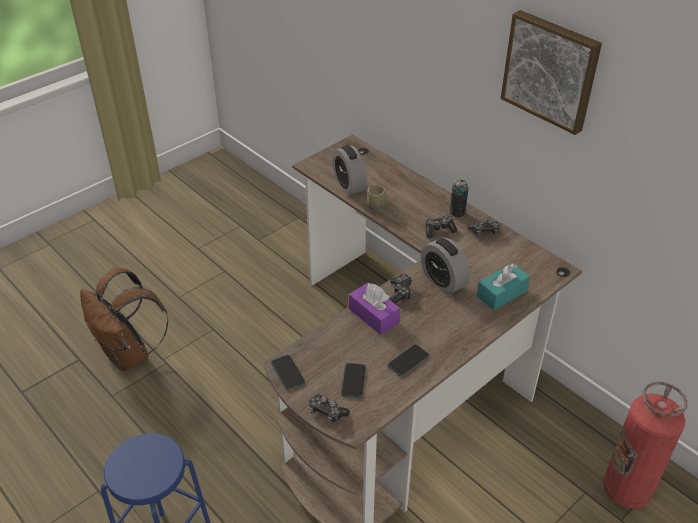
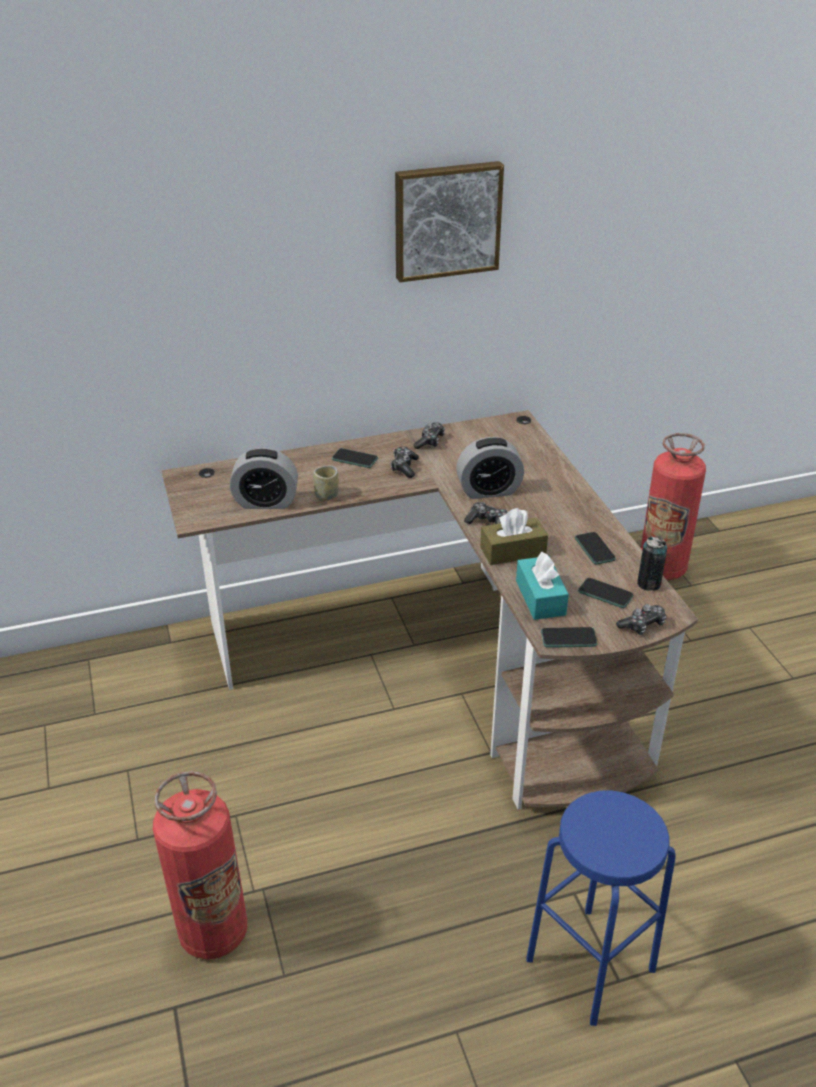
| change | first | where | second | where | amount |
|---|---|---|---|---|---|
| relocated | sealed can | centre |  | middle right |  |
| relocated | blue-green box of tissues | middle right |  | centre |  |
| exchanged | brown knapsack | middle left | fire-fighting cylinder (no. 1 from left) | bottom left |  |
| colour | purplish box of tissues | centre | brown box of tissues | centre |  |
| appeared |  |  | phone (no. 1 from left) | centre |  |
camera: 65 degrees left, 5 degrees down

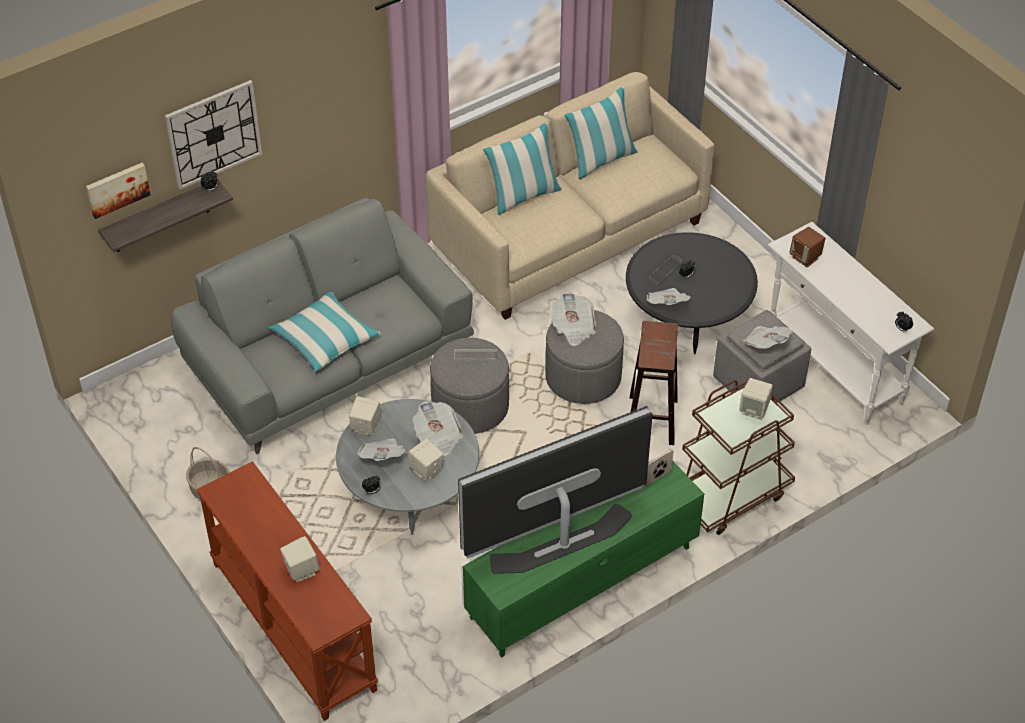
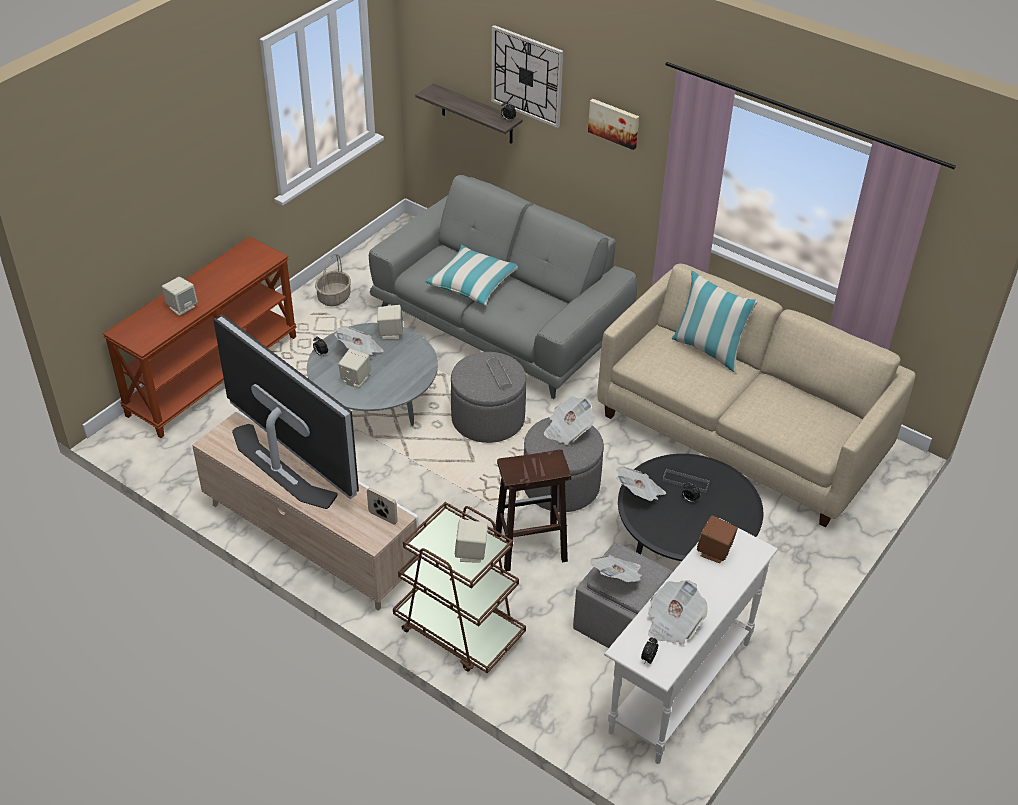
| change | first | where | second | where | amount |
|---|---|---|---|---|---|
| missing | pillow (no. 3 from left) | top centre |  |  |  |
| relocated | wall art | top left |  | top centre |  |
| relocated | printed paper (no. 2 from left in the first image) | centre | printed paper (no. 5 from left) | bottom centre |  |
| colour | greenish tv unit | bottom centre | beige-coloured tv unit | middle left |  |
camera: 70 degrees right, 5 degrees down

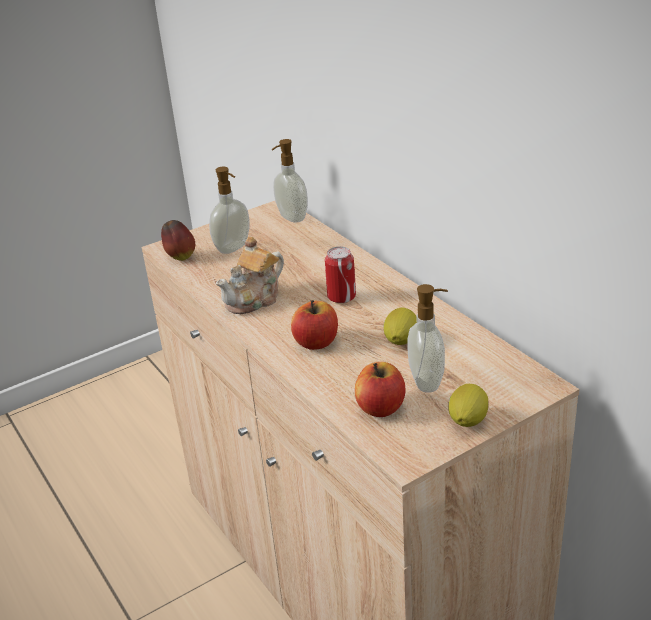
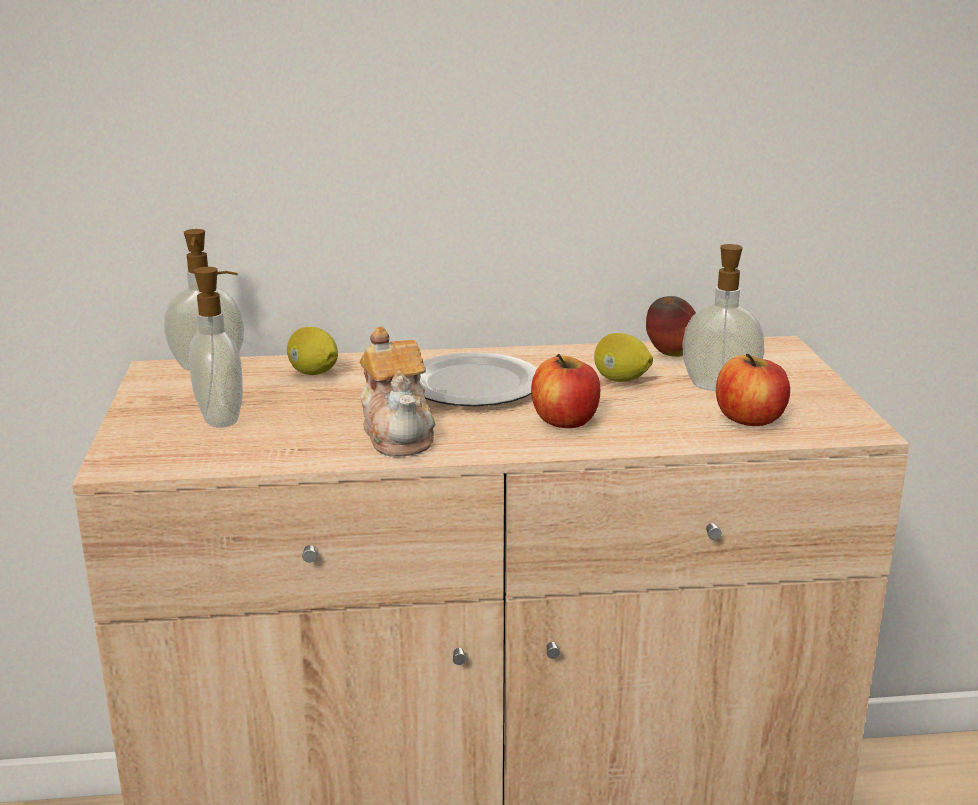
| change | first | where | second | where | amount |
|---|---|---|---|---|---|
| relocated | whole apple (no. 1 from left in the first image) | middle left | whole apple (no. 2 from left) | middle right |  |
| exchanged | sealed can | centre | flat dish | centre |  |
| relocated | lemon (no. 2 from left in the first image) | middle right | lemon (no. 1 from left) | middle left |  |
camera: 65 degrees left, 10 degrees down

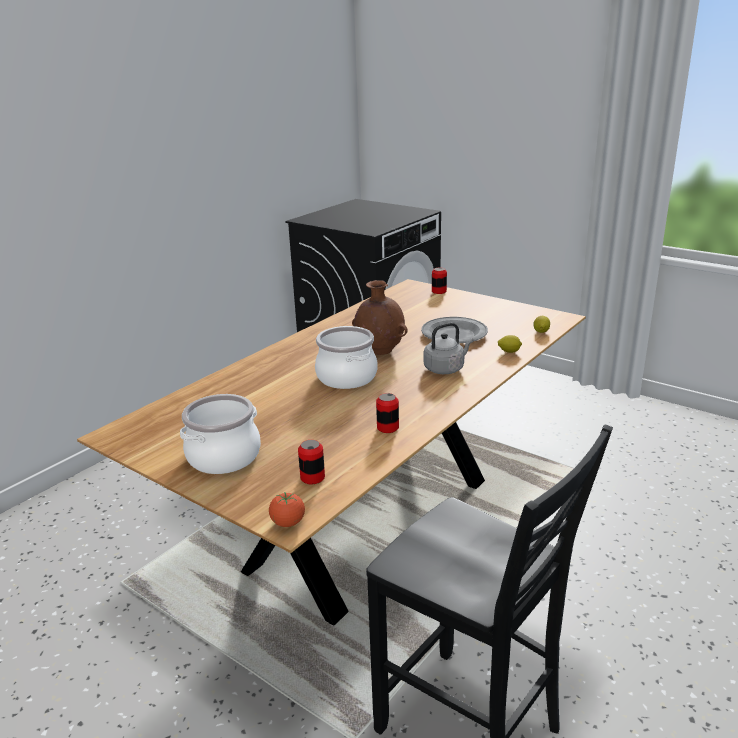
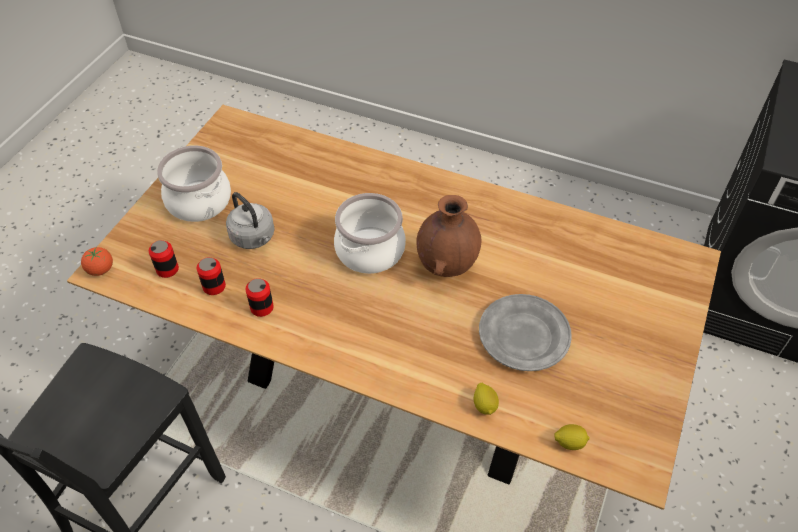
| change | first | where | second | where | amount |
|---|---|---|---|---|---|
| relocated | sealed can (no. 3 from left in the first image) | centre | sealed can (no. 2 from left) | middle left |  |
| relocated | grey water kettle | centre |  | middle left |  |
camera: 75 degrees right, 25 degrees up

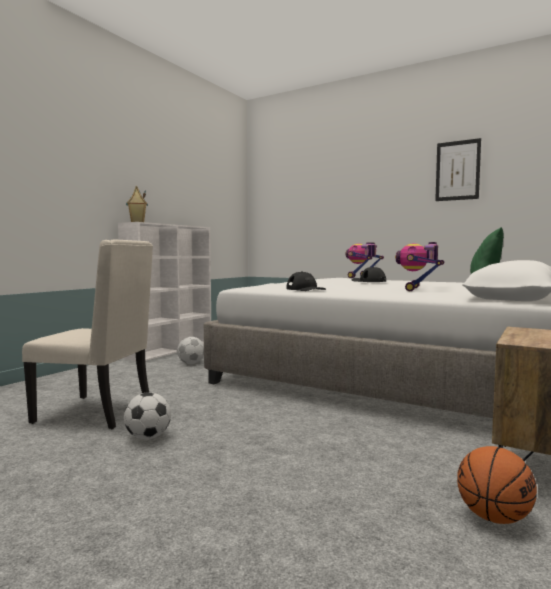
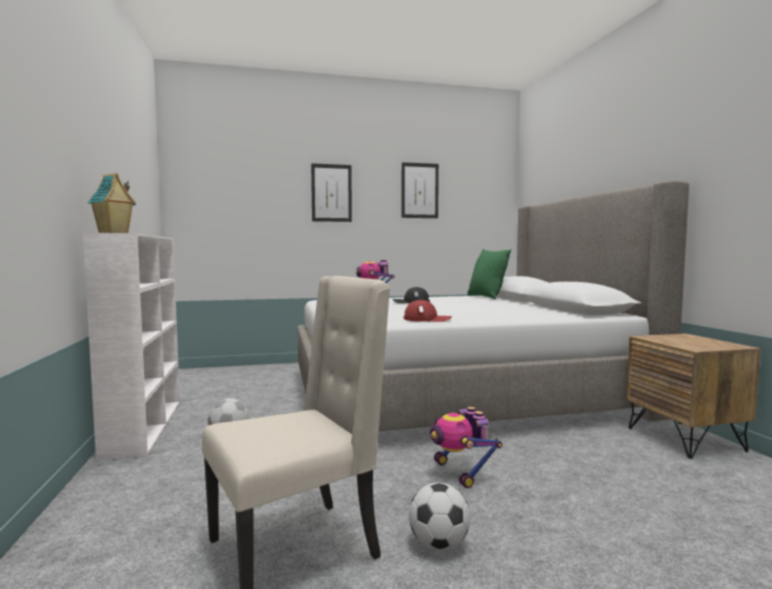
| change | first | where | second | where | amount |
|---|---|---|---|---|---|
| relocated | toy robot (no. 2 from left) | middle right |  | bottom centre |  |
| colour | black peaked cap (no. 1 from left) | centre | reddish peaked cap | centre |  |
| missing | ball for basketball | bottom right |  |  |  |
| appeared |  |  | wall art (no. 1 from left) | top centre |  |
camera: 45 degrees left, 0 degrees up

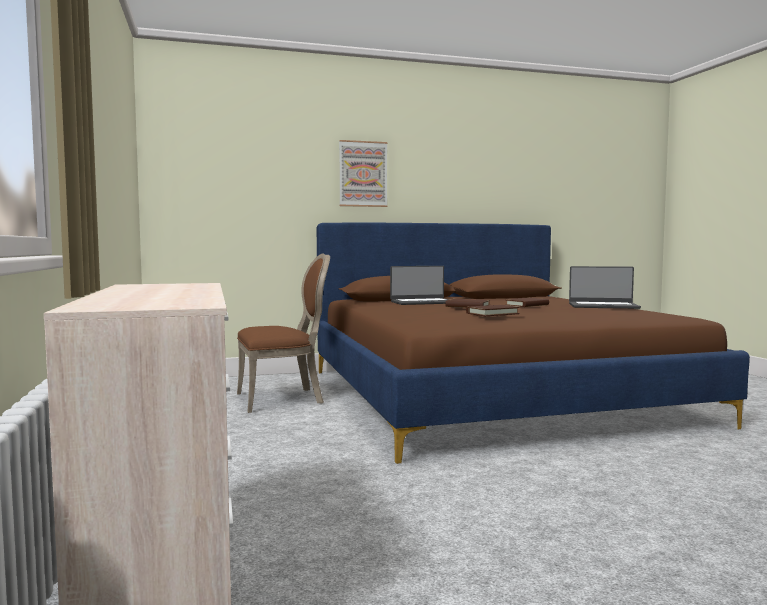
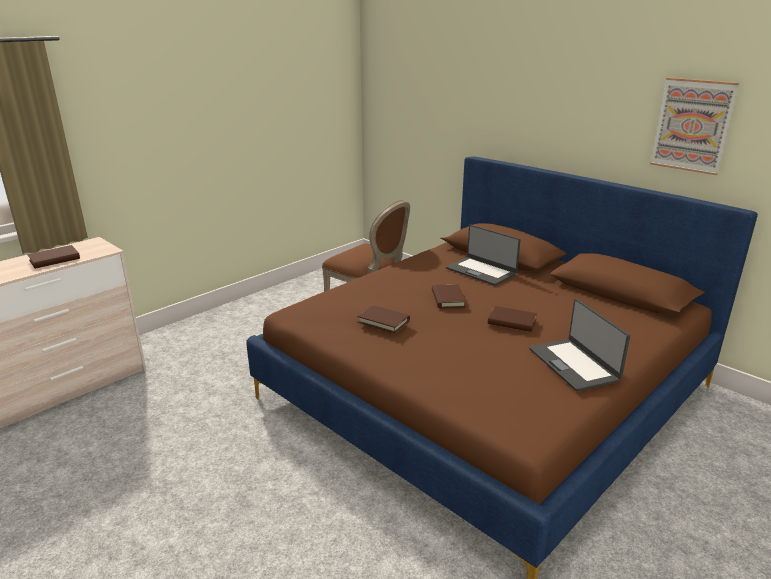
| change | first | where | second | where | amount |
|---|---|---|---|---|---|
| relocated | wall art | top centre |  | top right |  |
| appeared |  |  | brown book (no. 1 from left) | middle left |  |
camera: 60 degrees right, 20 degrees up

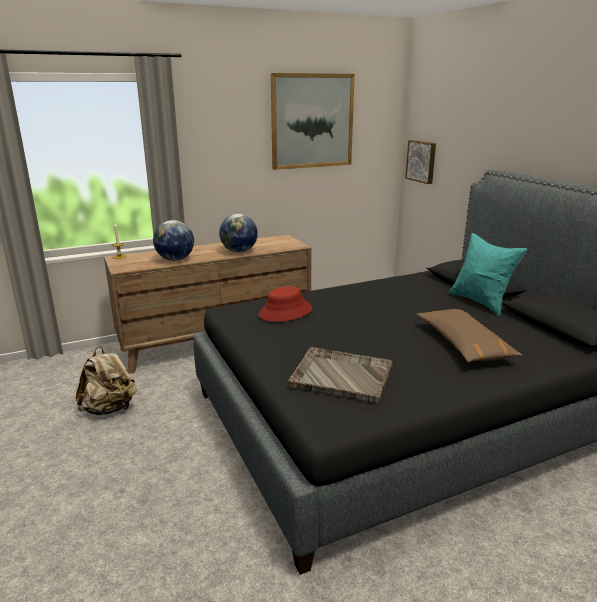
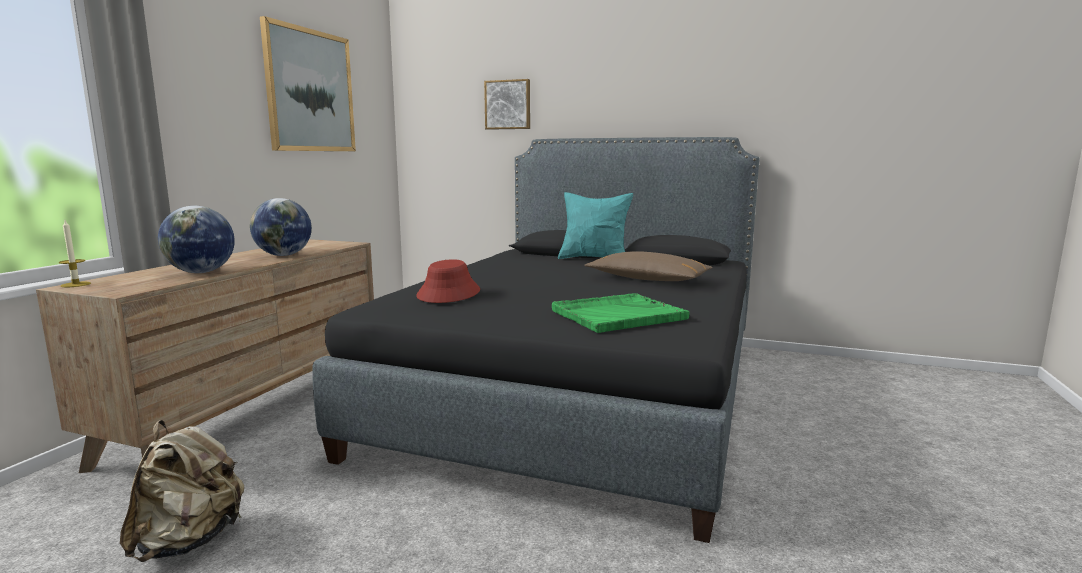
| change | first | where | second | where | amount |
|---|---|---|---|---|---|
| relocated | wall art (no. 2 from left) | top right |  | top centre |  |
| colour | grey tray | centre | greenish tray | centre |  |
camera: 45 degrees left, 10 degrees down

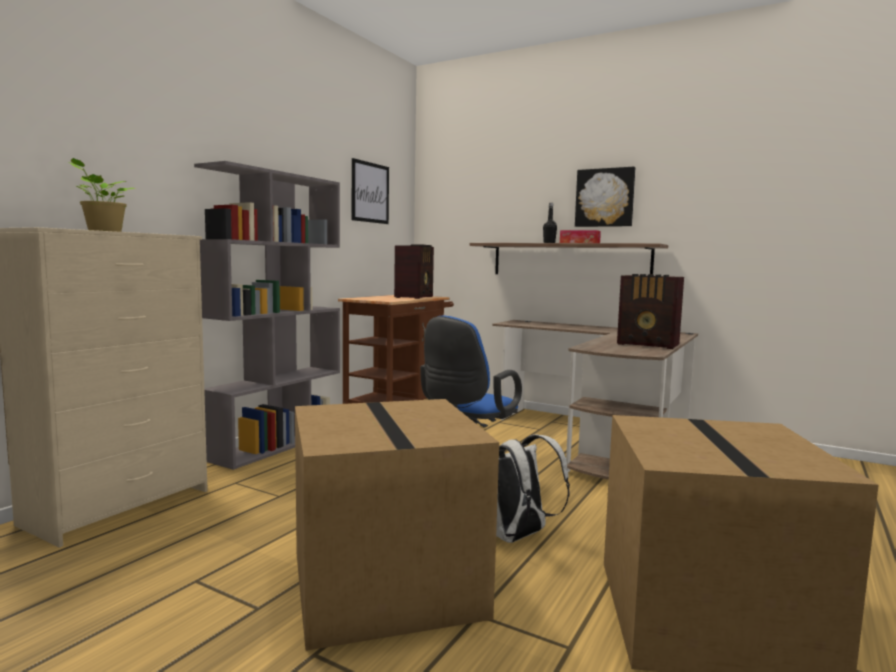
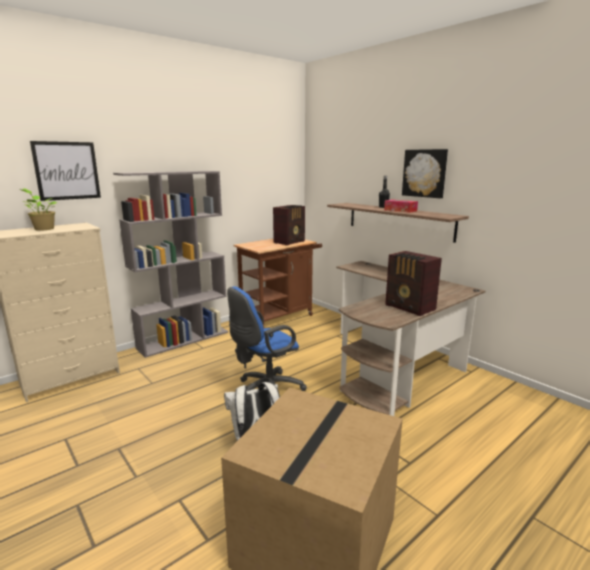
| change | first | where | second | where | amount |
|---|---|---|---|---|---|
| relocated | wall art (no. 1 from left) | top centre |  | top left |  |
| missing | packing box (no. 1 from left) | bottom centre |  |  |  |
camera: 20 degrees right, 10 degrees up

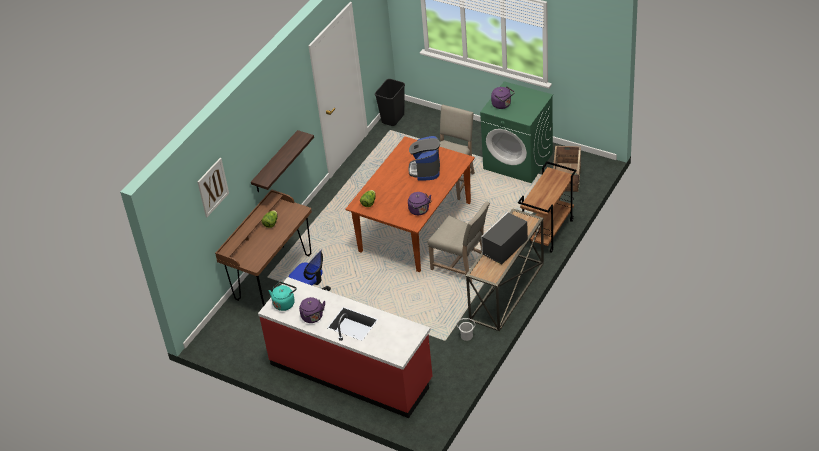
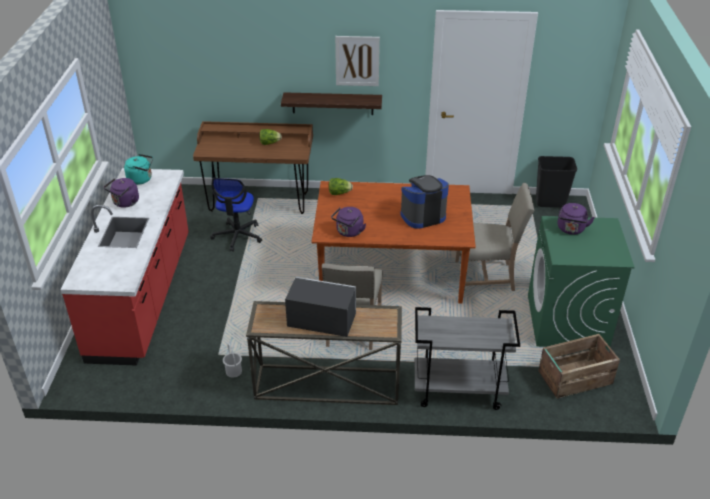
| change | first | where | second | where | amount |
|---|---|---|---|---|---|
| relocated | wall art | middle left |  | top centre |  |
| colour | brown wheeled cart | middle right | grey wheeled cart | bottom centre |  |
camera: 60 degrees right, 5 degrees down

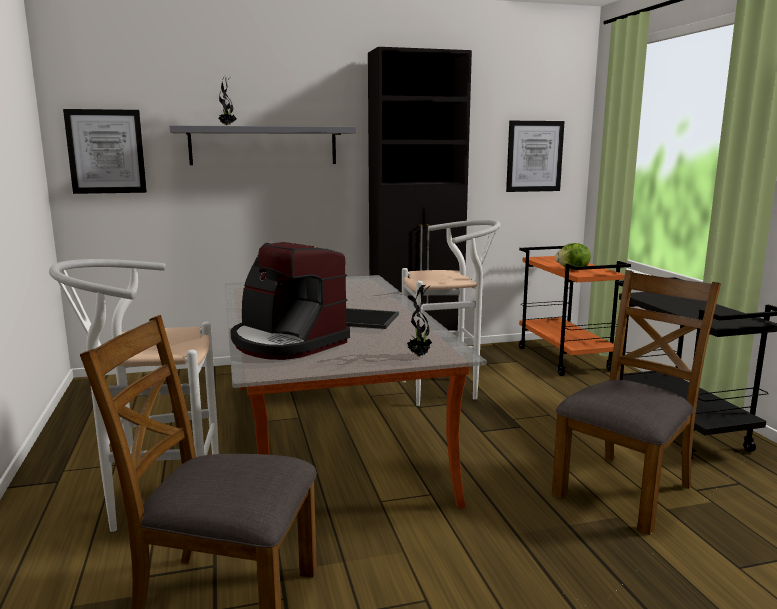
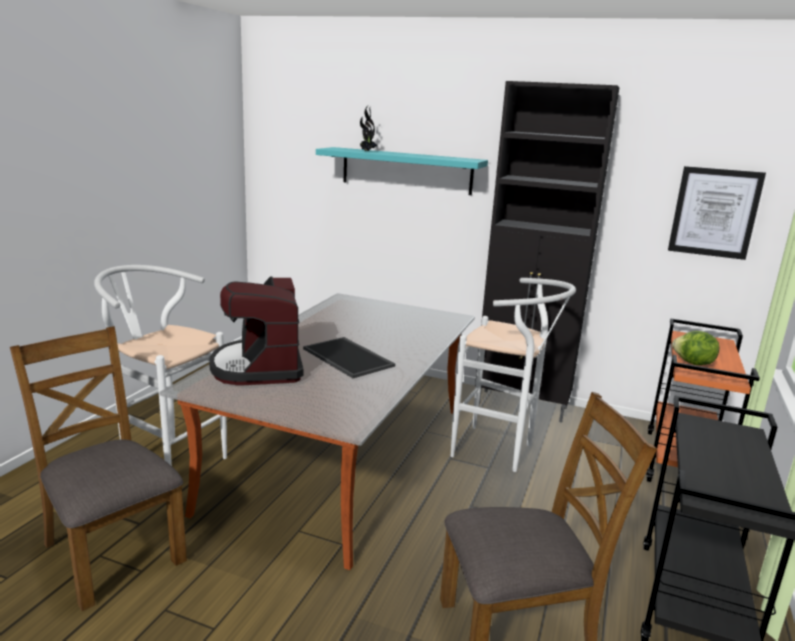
| change | first | where | second | where | amount |
|---|---|---|---|---|---|
| missing | wall art (no. 1 from left) | top left |  |  |  |
| colour | grey wall shelf | top centre | blue-green wall shelf | top centre |  |
| missing | potted plant (no. 2 from left) | centre |  |  |  |
camera: 35 degrees right, 5 degrees up

